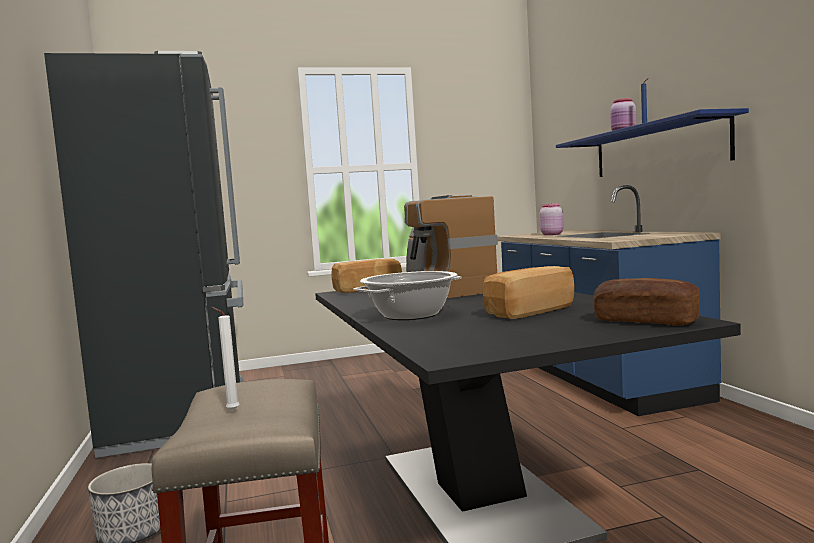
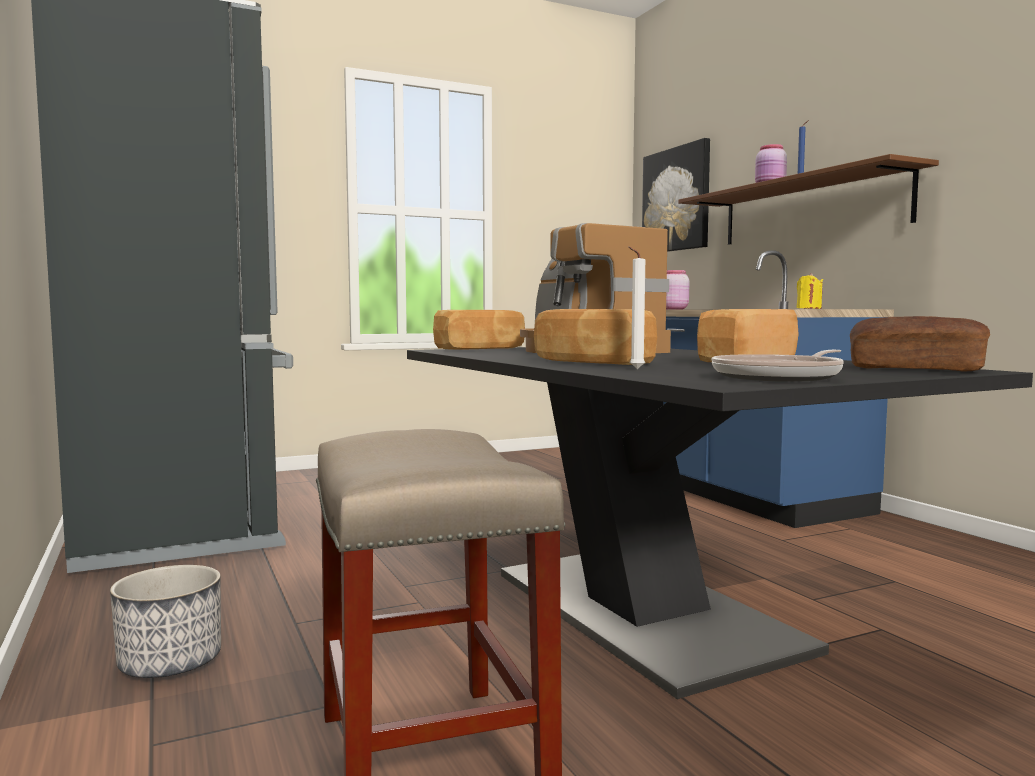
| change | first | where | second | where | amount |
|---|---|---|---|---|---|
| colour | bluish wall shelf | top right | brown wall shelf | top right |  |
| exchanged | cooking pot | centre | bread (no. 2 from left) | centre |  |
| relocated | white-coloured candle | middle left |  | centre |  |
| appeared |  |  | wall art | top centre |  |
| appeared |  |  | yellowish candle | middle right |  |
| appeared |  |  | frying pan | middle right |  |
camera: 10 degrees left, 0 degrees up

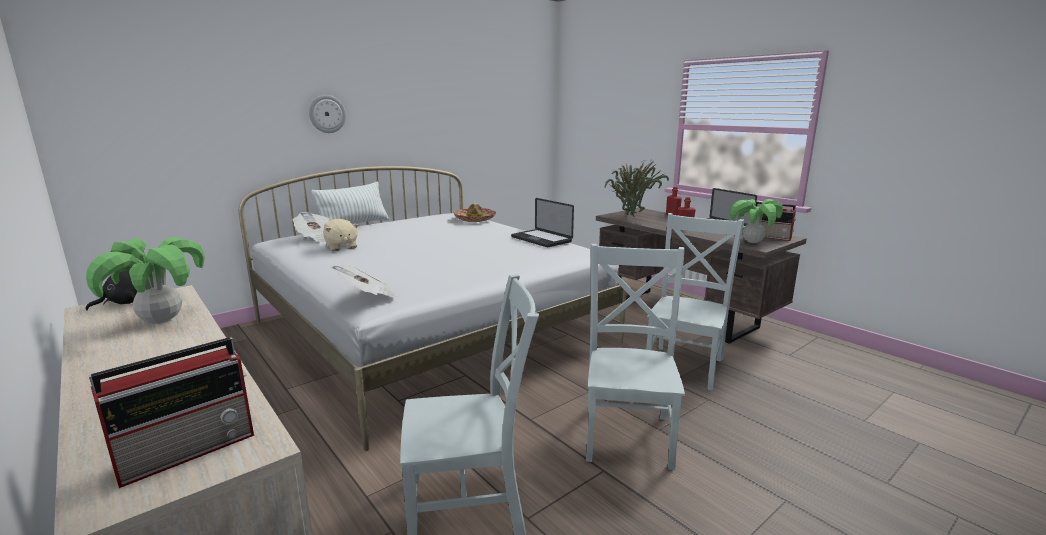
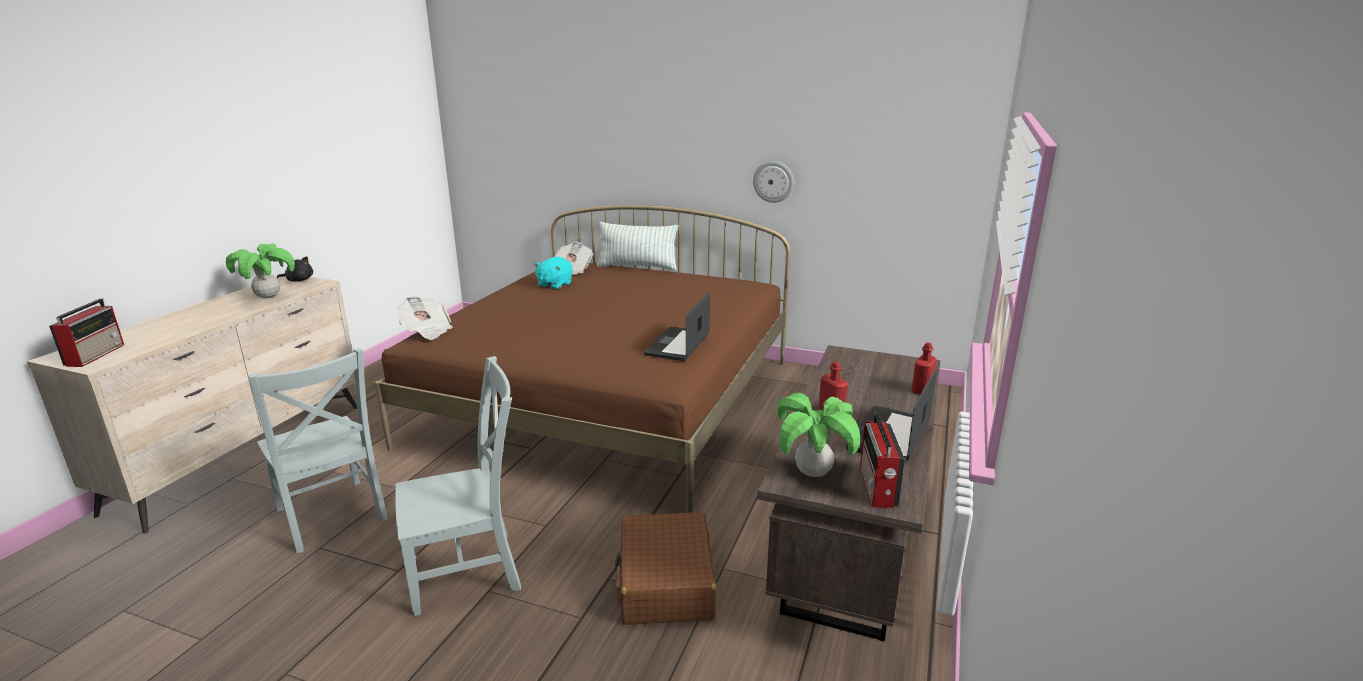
| change | first | where | second | where | amount |
|---|---|---|---|---|---|
| relocated | hanging clock | top left |  | top centre |  |
| missing | potted plant (no. 2 from left) | centre |  |  |  |
| colour | white-coloured bedroom bed | centre | brown bedroom bed | centre |  |
| missing | clothing hat | centre |  |  |  |
| exchanged | grey chair (no. 3 from left) | centre | brown travel case | bottom centre |  |
| colour | beige-coloured plush toy | middle left | blue-green plush toy | centre |  |
| spun | radio set (no. 1 from left) | bottom left |  | middle left | 105 degrees counterclockwise |
camera: 60 degrees right, 5 degrees up

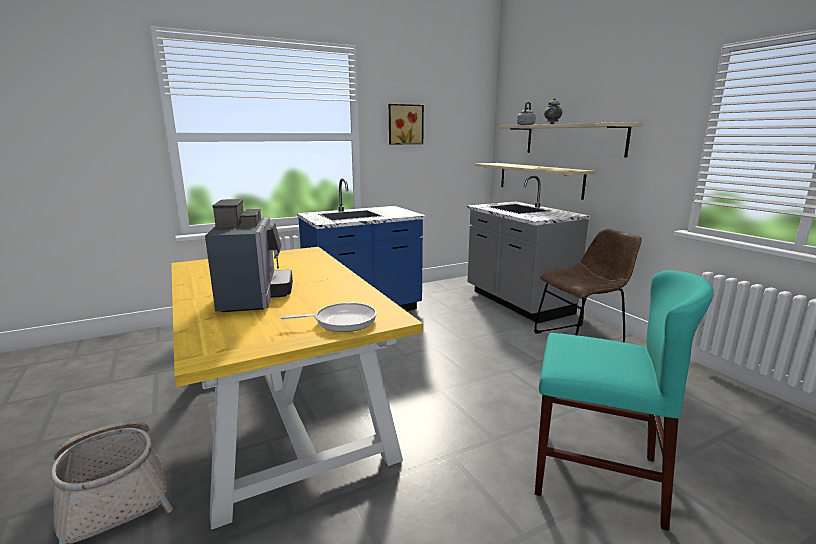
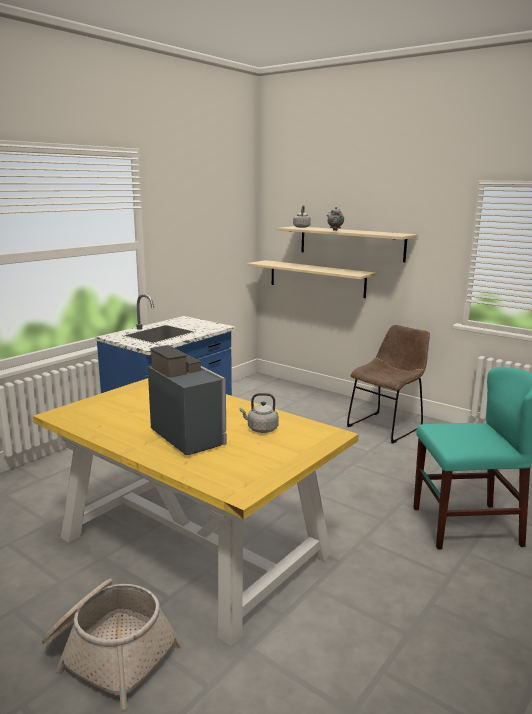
| change | first | where | second | where | amount |
|---|---|---|---|---|---|
| missing | wall art | top centre |  |  |  |
| missing | grey counter | centre |  |  |  |
| missing | frying pan | centre |  |  |  |
| appeared |  |  | grey water kettle (no. 1 from left) | centre |  |
camera: 25 degrees left, 0 degrees up

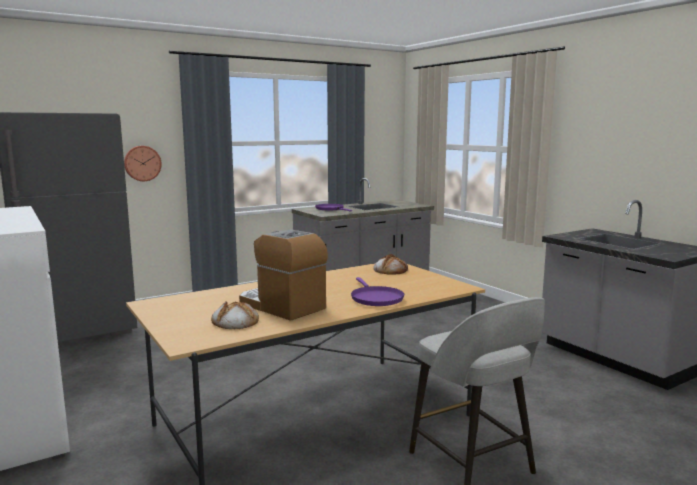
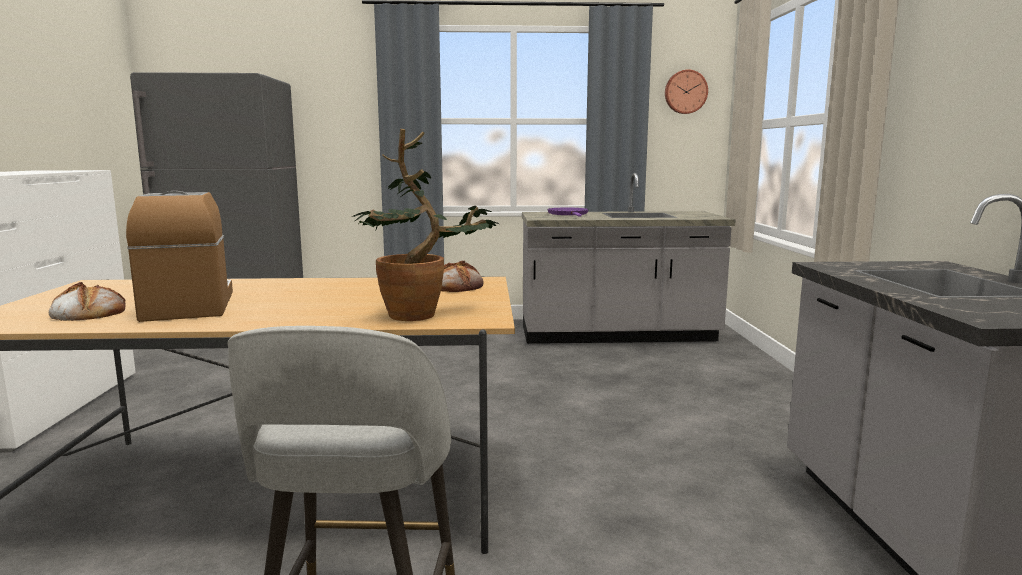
| change | first | where | second | where | amount |
|---|---|---|---|---|---|
| relocated | hanging clock | middle left |  | top right |  |
| missing | purplish frying pan (no. 2 from left) | centre |  |  |  |
| appeared |  |  | potted plant | centre |  |
camera: 30 degrees right, 0 degrees up

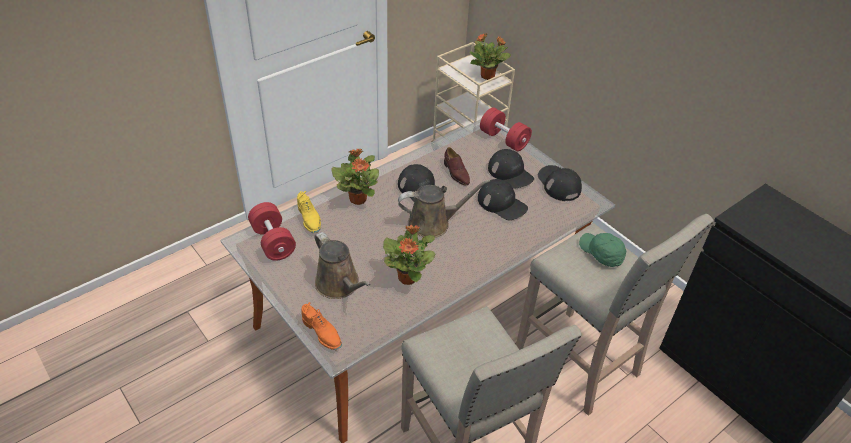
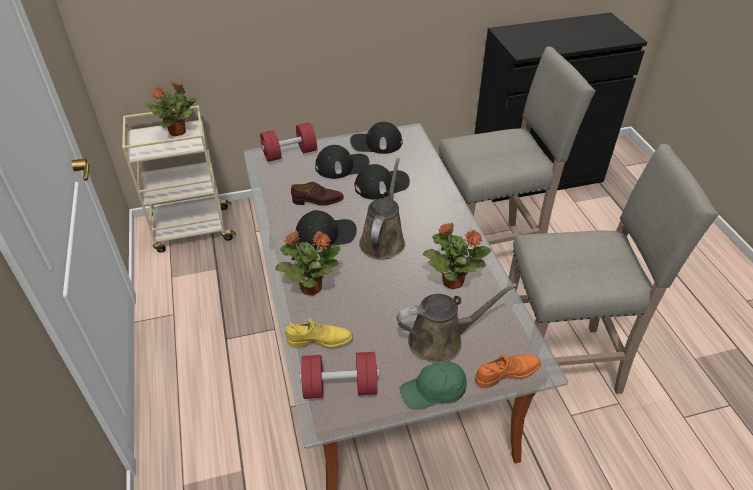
| change | first | where | second | where | amount |
|---|---|---|---|---|---|
| relocated | greenish peaked cap | middle right |  | bottom centre |  |
camera: 65 degrees left, 0 degrees up

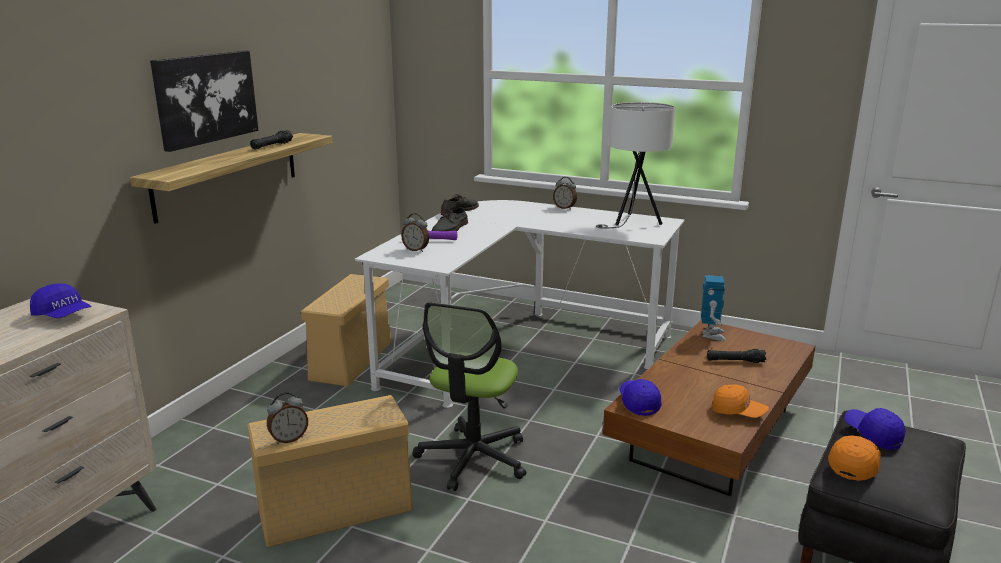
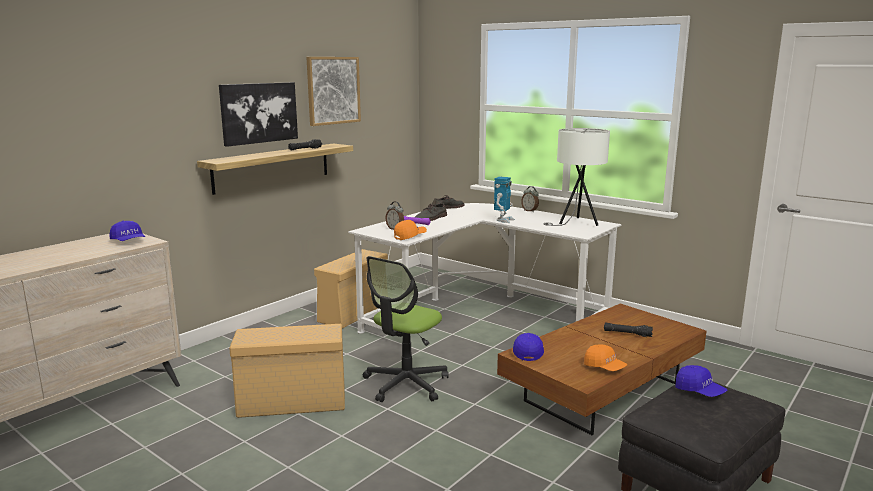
| change | first | where | second | where | amount |
|---|---|---|---|---|---|
| relocated | toy robot | middle right |  | centre |  |
| missing | table clock (no. 1 from left) | bottom left |  |  |  |
| spun | bluish peaked cap (no. 3 from left) | bottom right |  | bottom right | 150 degrees clockwise |
| relocated | orange peaked cap (no. 2 from left in the first image) | bottom right | orange peaked cap (no. 1 from left) | centre |  |
| appeared |  |  | wall art (no. 2 from left) | top centre |  |
camera: 15 degrees right, 5 degrees down

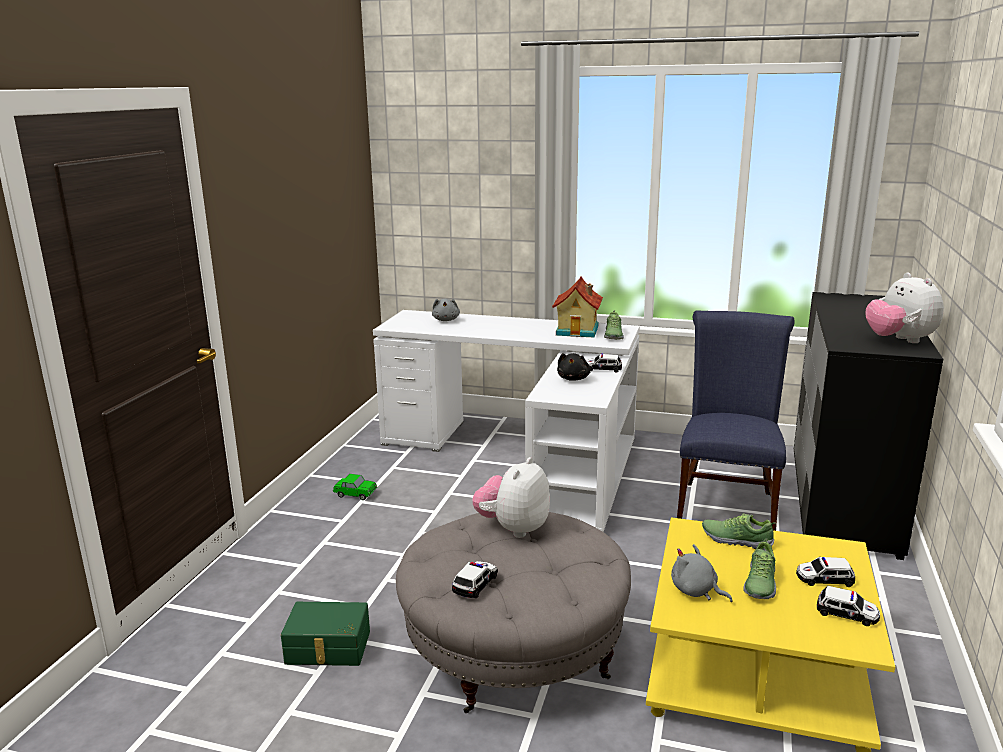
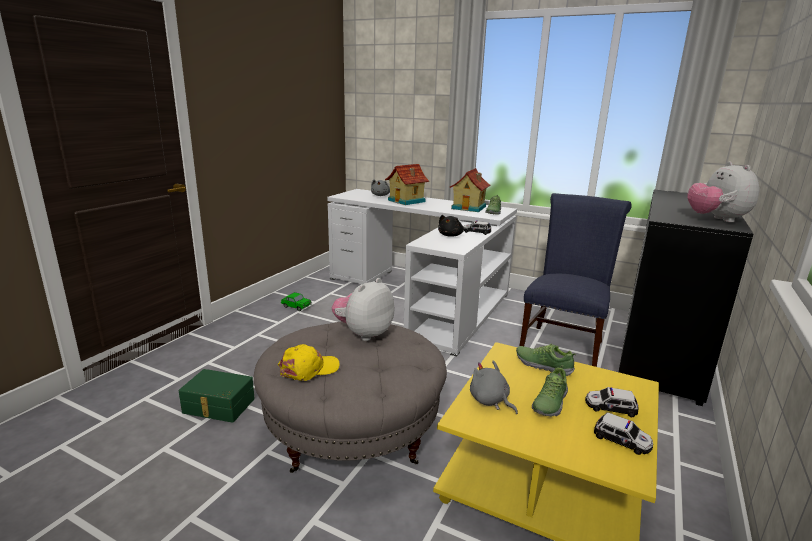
| change | first | where | second | where | amount |
|---|---|---|---|---|---|
| exchanged | miniature car (no. 2 from left) | bottom centre | yellowish peaked cap | bottom centre |  |
| appeared |  |  | toy house (no. 1 from left) | centre |  |
camera: 10 degrees right, 0 degrees up

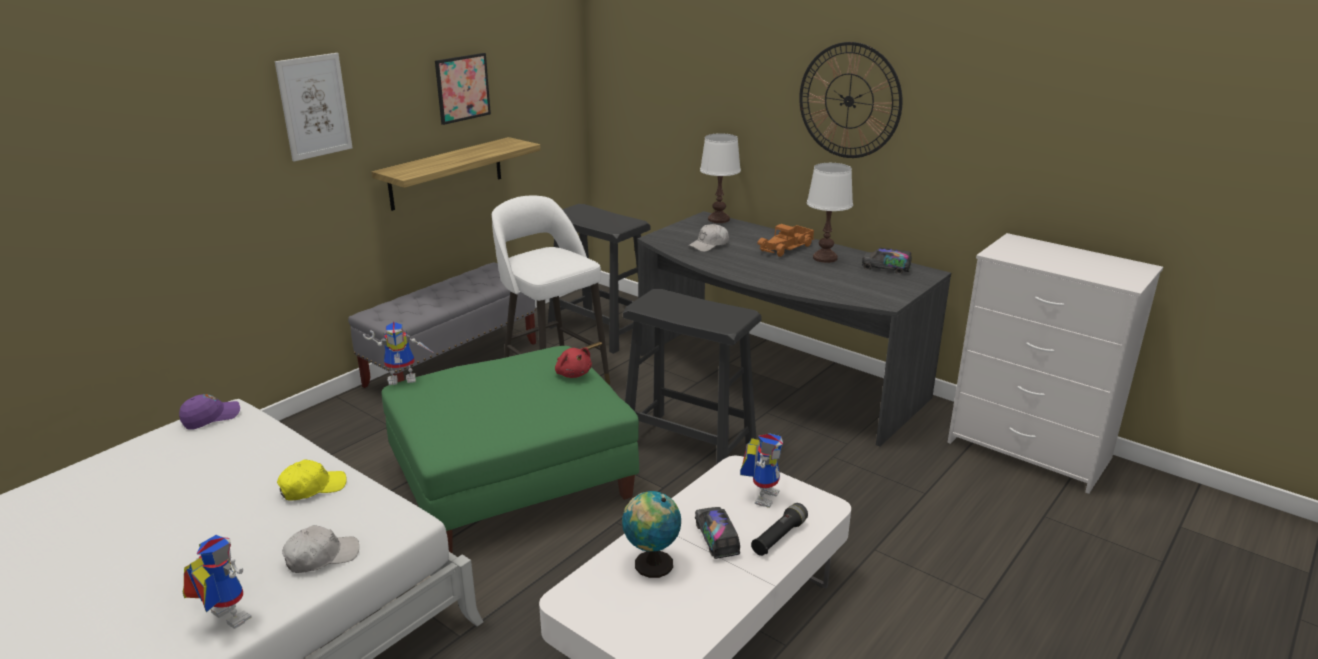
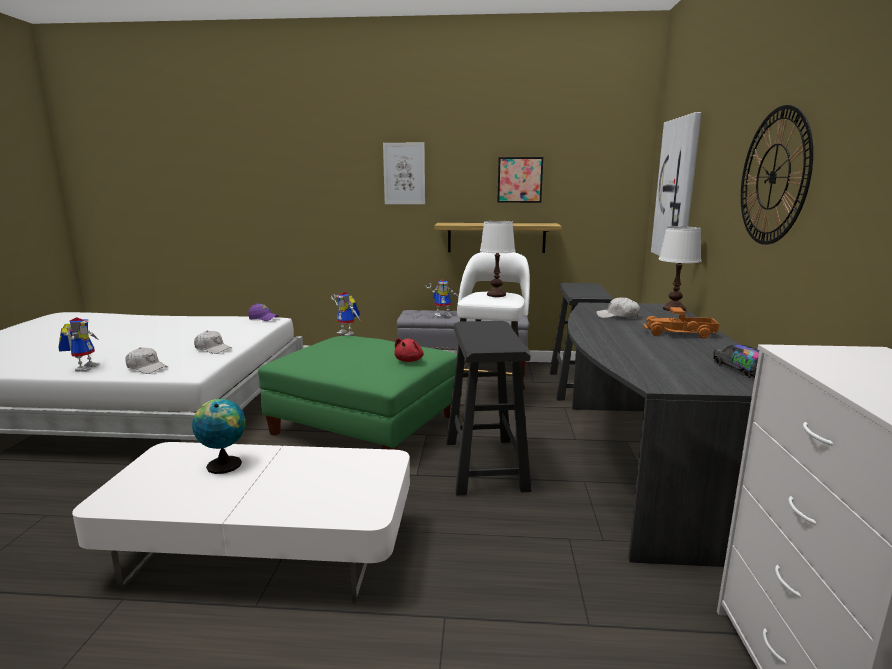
| change | first | where | second | where | amount |
|---|---|---|---|---|---|
| relocated | white-coloured lamp for a table (no. 2 from left in the first image) | top centre | white-coloured lamp for a table (no. 1 from left) | centre |  |
| relocated | toy robot (no. 3 from left) | bottom centre |  | centre |  |
| colour | yellowish peaked cap | bottom left | white-coloured peaked cap (no. 2 from left) | middle left |  |
| missing | black torch | bottom centre |  |  |  |
| missing | toy lorry (no. 1 from left) | bottom centre |  |  |  |
| appeared |  |  | wall art (no. 3 from left) | top right |  |
camera: 55 degrees right, 10 degrees down

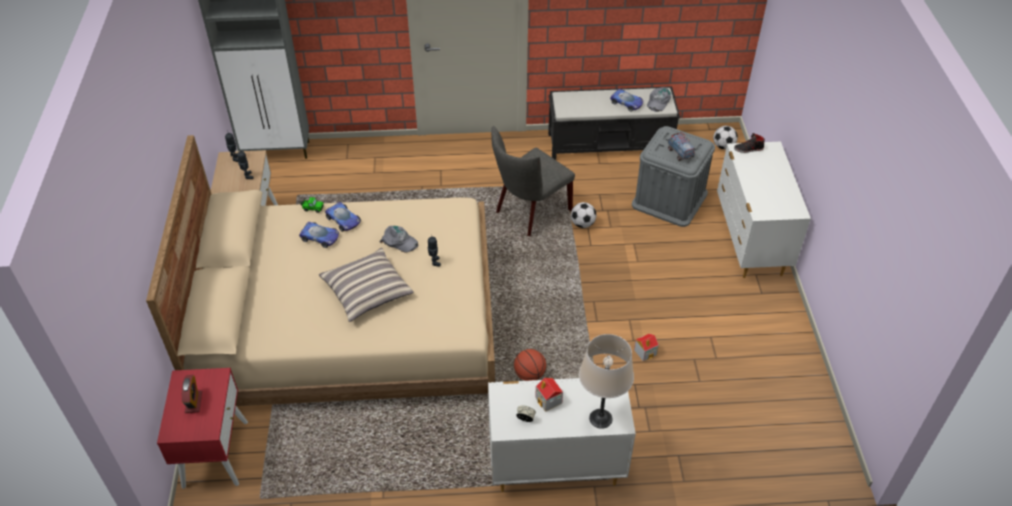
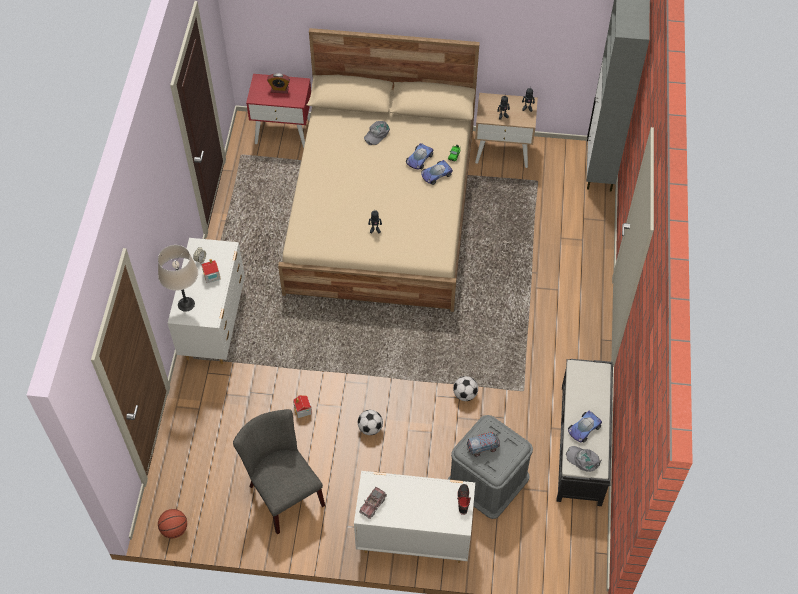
| change | first | where | second | where | amount |
|---|---|---|---|---|---|
| relocated | grey chair | centre |  | bottom centre |  |
| relocated | football (no. 2 from left in the first image) | top right | football (no. 1 from left) | bottom centre |  |
| relocated | grey peaked cap (no. 1 from left) | centre |  | top centre |  |
| missing | pillow | centre |  |  |  |
| relocated | ball for basketball | bottom centre |  | bottom left |  |
| appeared |  |  | toy lorry (no. 1 from left) | bottom centre |  |
camera: 100 degrees right, 10 degrees up

